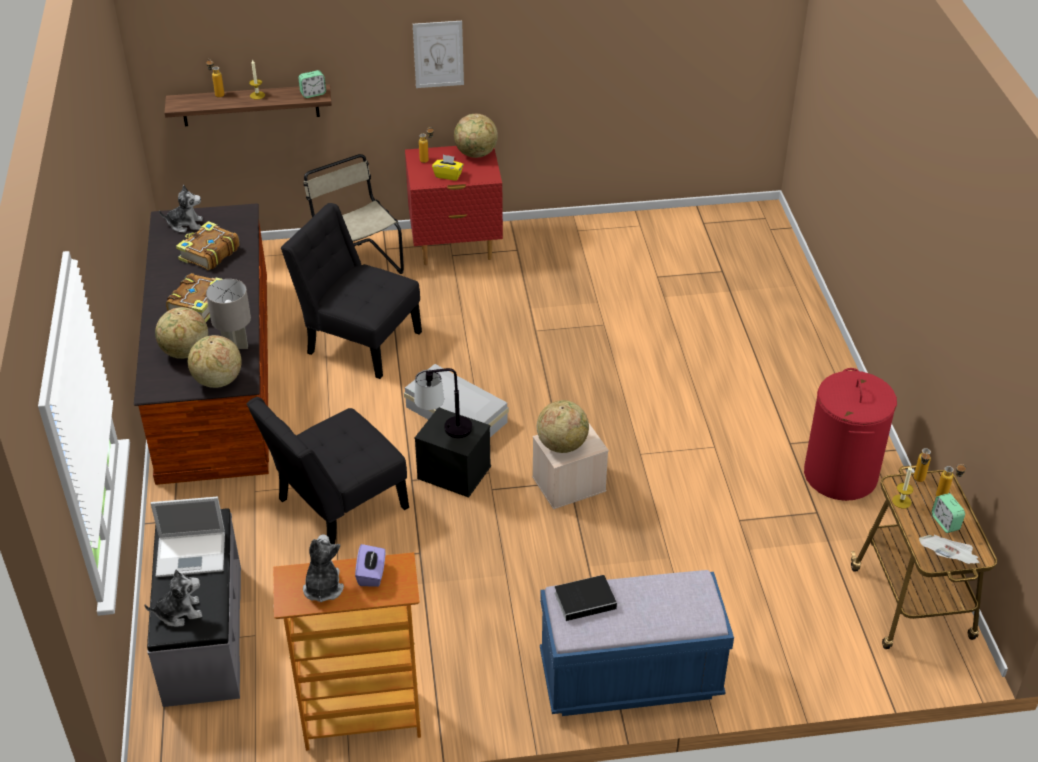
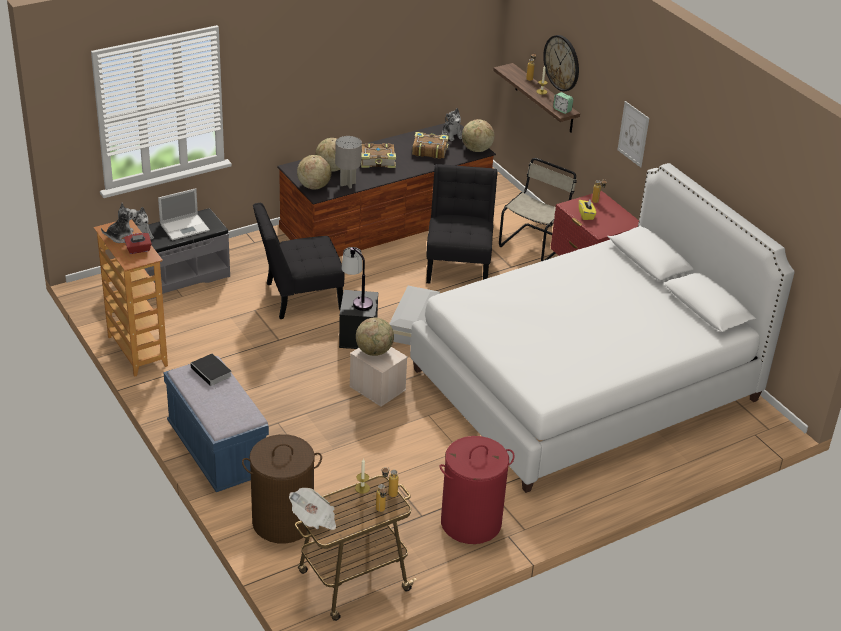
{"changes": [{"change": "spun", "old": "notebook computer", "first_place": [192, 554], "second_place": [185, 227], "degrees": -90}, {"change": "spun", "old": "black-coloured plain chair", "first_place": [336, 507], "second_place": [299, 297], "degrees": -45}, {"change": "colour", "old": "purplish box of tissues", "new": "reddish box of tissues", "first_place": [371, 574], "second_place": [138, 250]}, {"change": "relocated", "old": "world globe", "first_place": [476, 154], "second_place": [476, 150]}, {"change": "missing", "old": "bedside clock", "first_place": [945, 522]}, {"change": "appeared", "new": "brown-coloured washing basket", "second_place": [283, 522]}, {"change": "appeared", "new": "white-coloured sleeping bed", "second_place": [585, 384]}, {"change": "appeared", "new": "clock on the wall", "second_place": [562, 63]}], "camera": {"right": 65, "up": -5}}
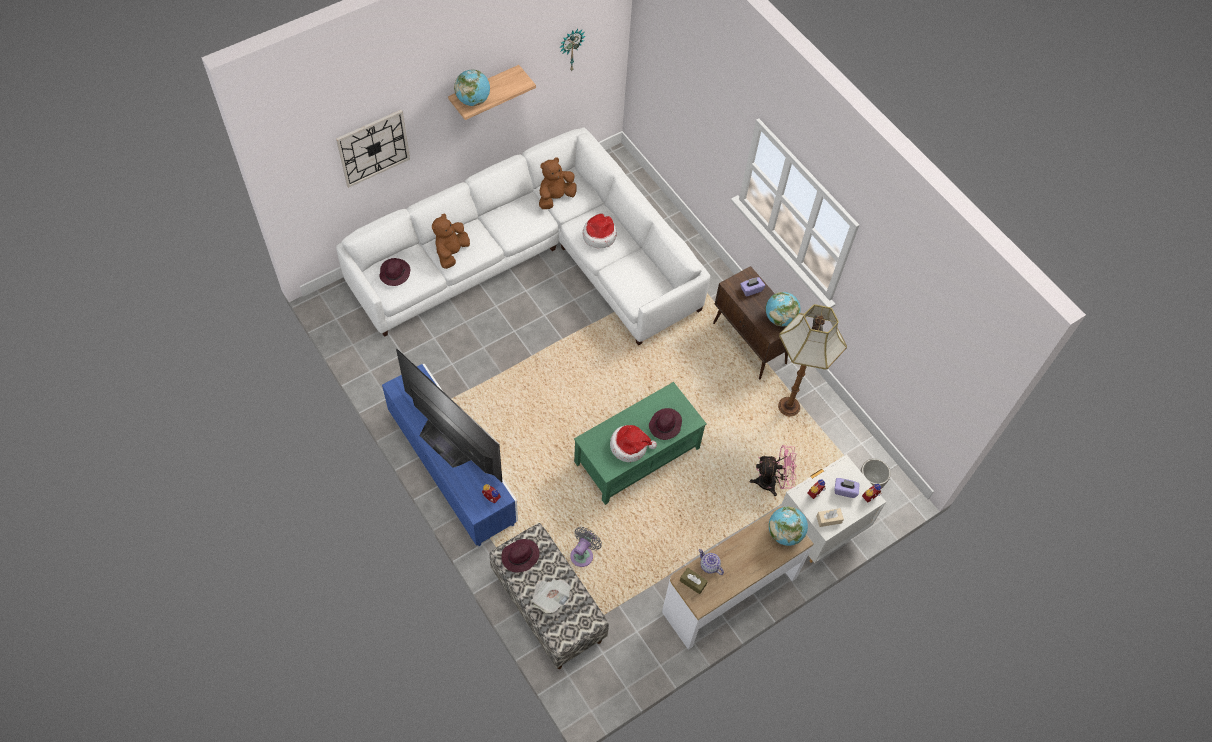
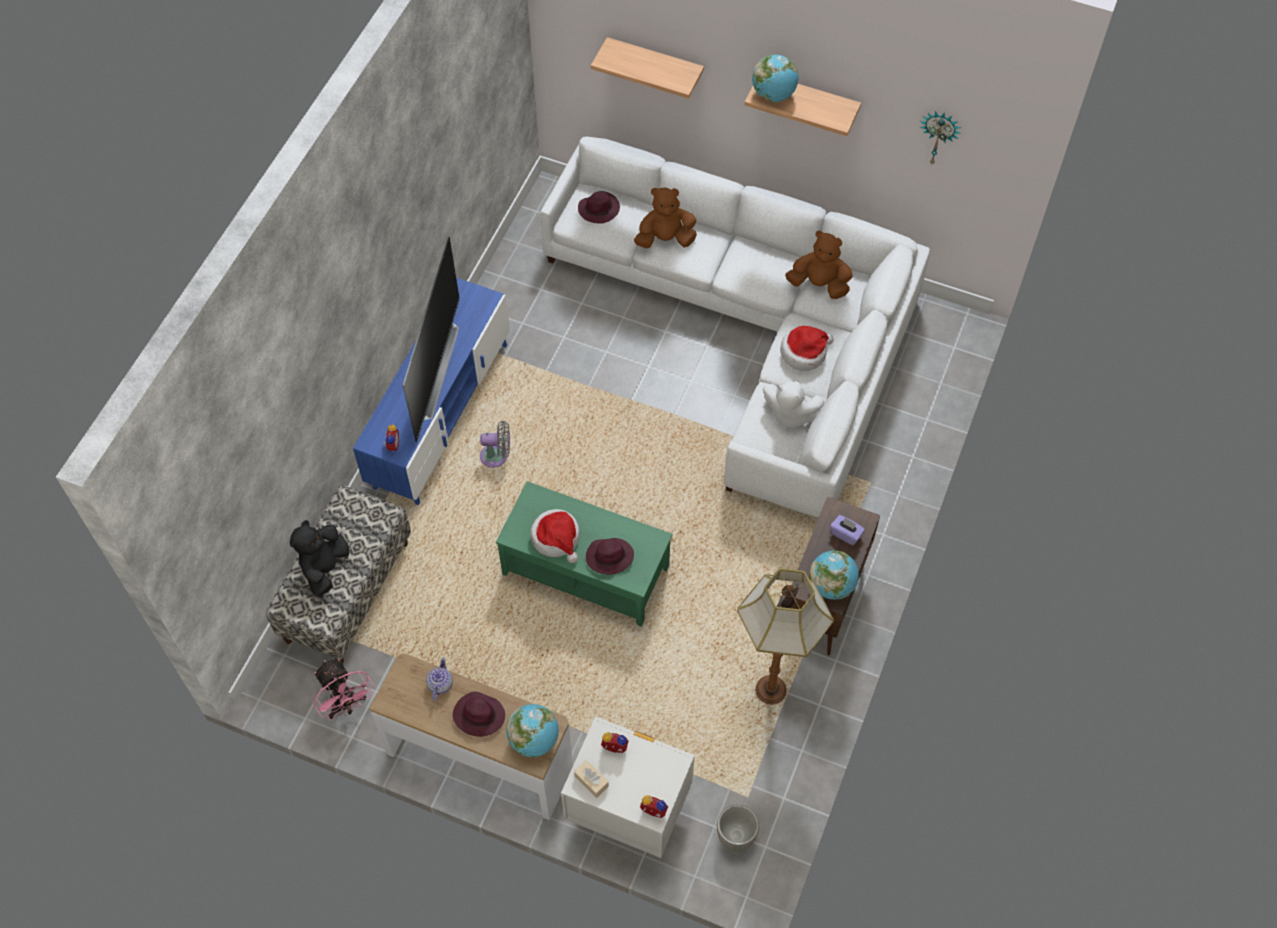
{"changes": [{"change": "exchanged", "old": "clock on the wall", "new": "bracket shelf", "first_place": [373, 148], "second_place": [655, 64]}, {"change": "relocated", "old": "purplish wearable hat", "first_place": [520, 557], "second_place": [478, 715]}, {"change": "exchanged", "old": "newspaper", "new": "black-coloured cuddly toy", "first_place": [550, 597], "second_place": [324, 568]}, {"change": "relocated", "old": "grey cooling fan", "first_place": [583, 554], "second_place": [497, 456]}, {"change": "missing", "old": "brown-coloured box of tissues", "first_place": [693, 582]}, {"change": "relocated", "old": "pink-coloured cooling fan", "first_place": [772, 482], "second_place": [346, 705]}, {"change": "missing", "old": "purplish box of tissues", "first_place": [844, 490]}, {"change": "appeared", "new": "white-coloured cuddly toy", "second_place": [791, 414]}], "camera": {"right": 60, "up": 0}}
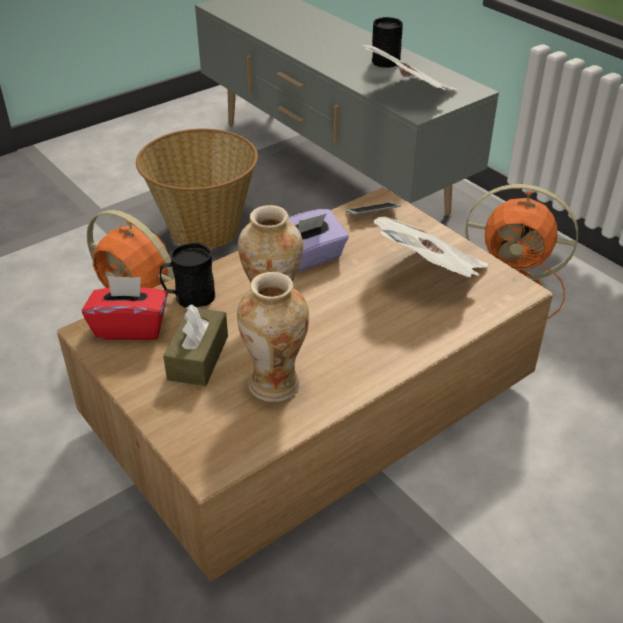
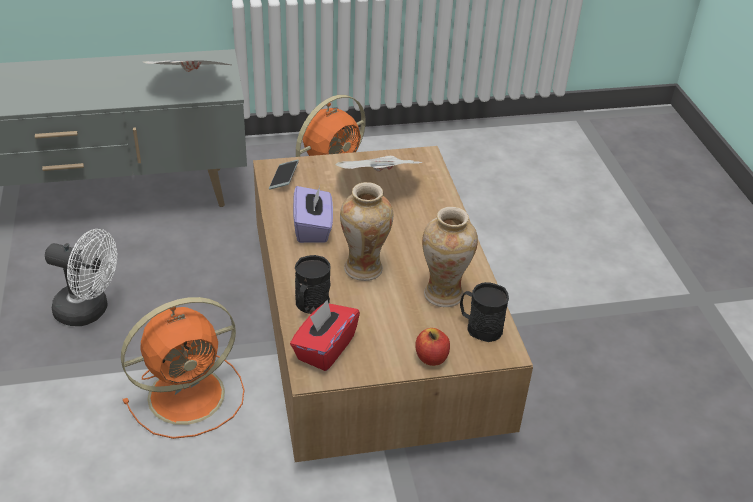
{"changes": [{"change": "exchanged", "old": "household basket", "new": "white-coloured cooling fan", "first_place": [204, 228], "second_place": [89, 311]}, {"change": "missing", "old": "brown-coloured box of tissues", "first_place": [198, 357]}, {"change": "relocated", "old": "black-coloured mug", "first_place": [385, 59], "second_place": [479, 327]}, {"change": "appeared", "new": "apple fruit", "second_place": [431, 358]}], "camera": {"right": -65, "up": 0}}
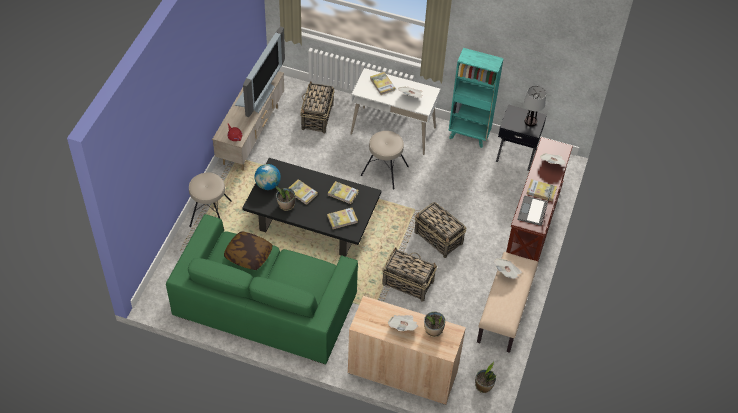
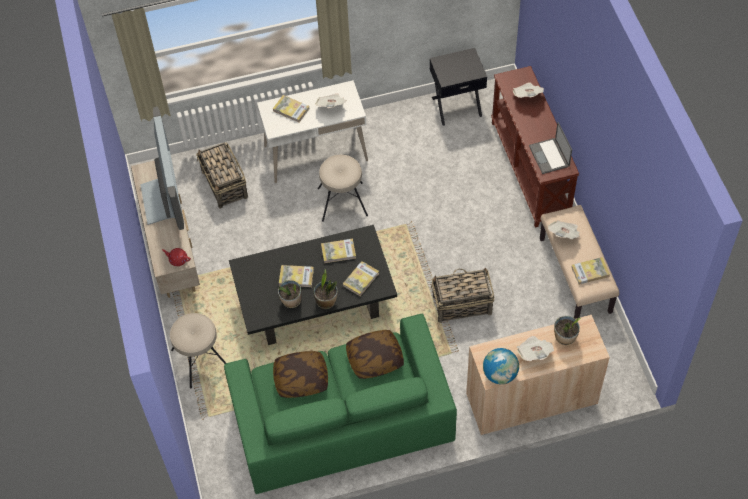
{"changes": [{"change": "relocated", "old": "world globe", "first_place": [268, 185], "second_place": [500, 374]}, {"change": "missing", "old": "household basket", "first_place": [438, 238]}, {"change": "missing", "old": "turquoise bookcase", "first_place": [469, 136]}, {"change": "relocated", "old": "houseplant", "first_place": [483, 386], "second_place": [326, 301]}, {"change": "missing", "old": "lamp for a table", "first_place": [530, 121]}, {"change": "relocated", "old": "bound book", "first_place": [541, 191], "second_place": [590, 272]}, {"change": "appeared", "new": "throw pillow", "second_place": [374, 359]}], "camera": {"right": -30, "up": 5}}
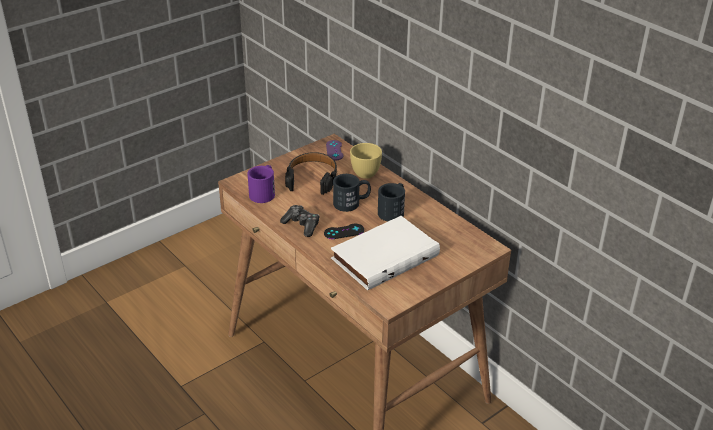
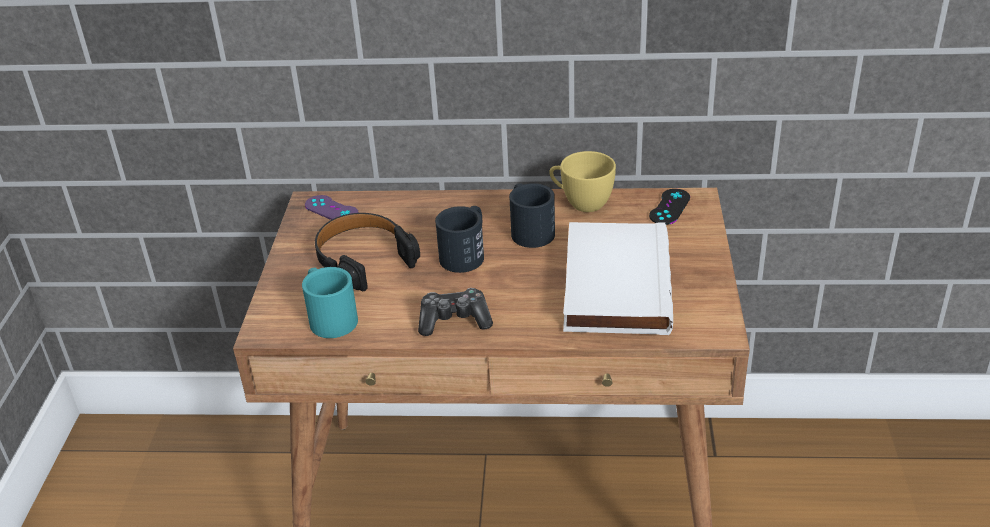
{"changes": [{"change": "colour", "old": "purplish mug", "new": "turquoise mug", "first_place": [264, 192], "second_place": [329, 316]}, {"change": "relocated", "old": "black-coloured game controller", "first_place": [344, 231], "second_place": [669, 207]}, {"change": "relocated", "old": "yellow small cup", "first_place": [364, 171], "second_place": [581, 203]}], "camera": {"right": -45, "up": 0}}
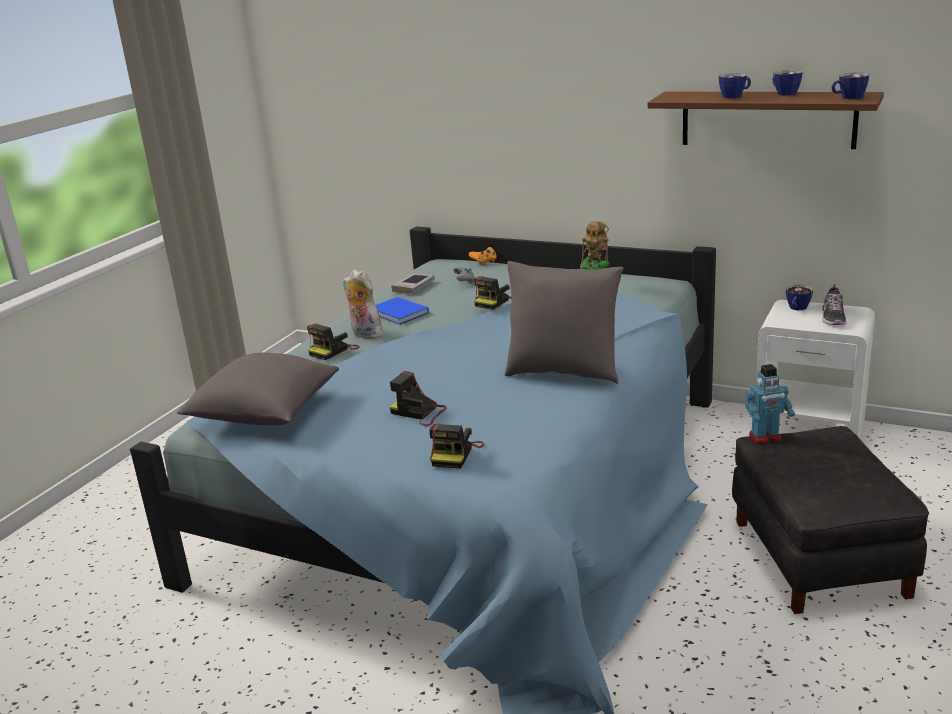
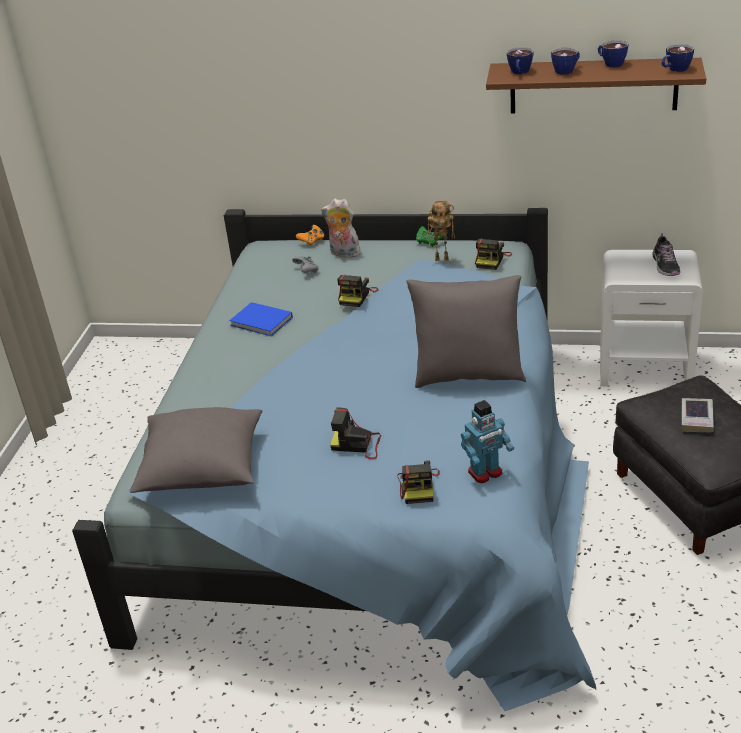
{"changes": [{"change": "relocated", "old": "still camera", "first_place": [333, 351], "second_place": [492, 260]}, {"change": "relocated", "old": "cuddly toy", "first_place": [364, 334], "second_place": [343, 254]}, {"change": "relocated", "old": "bound book", "first_place": [413, 287], "second_place": [697, 418]}, {"change": "relocated", "old": "robot figure", "first_place": [765, 438], "second_place": [485, 473]}, {"change": "relocated", "old": "small cup", "first_place": [797, 309], "second_place": [519, 73]}], "camera": {"right": -15, "up": 10}}
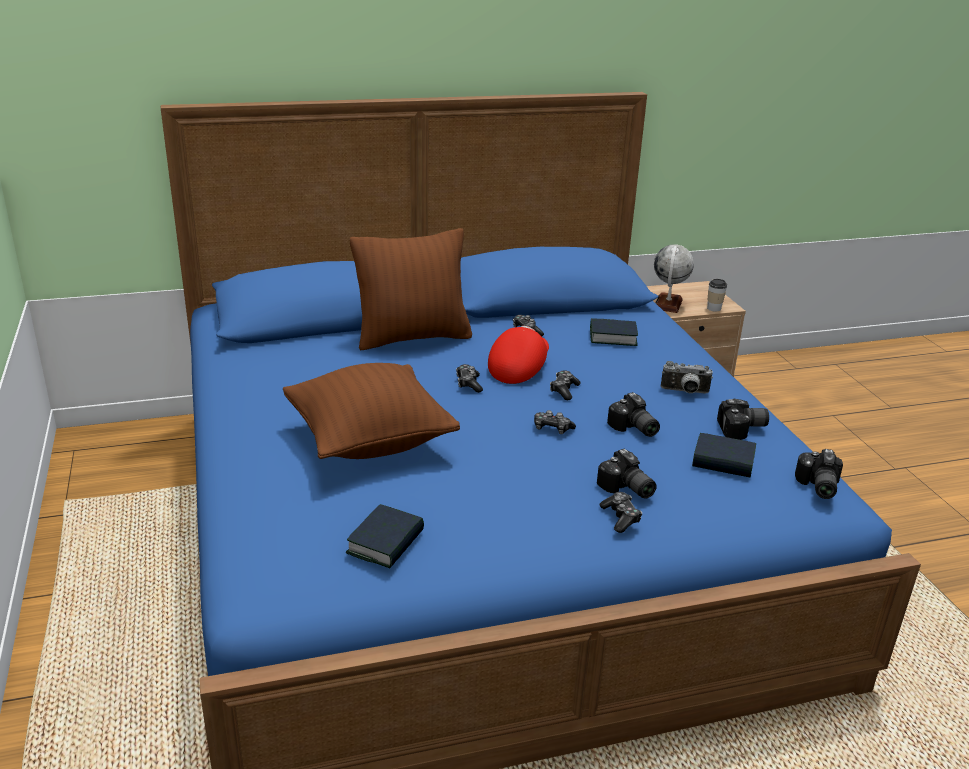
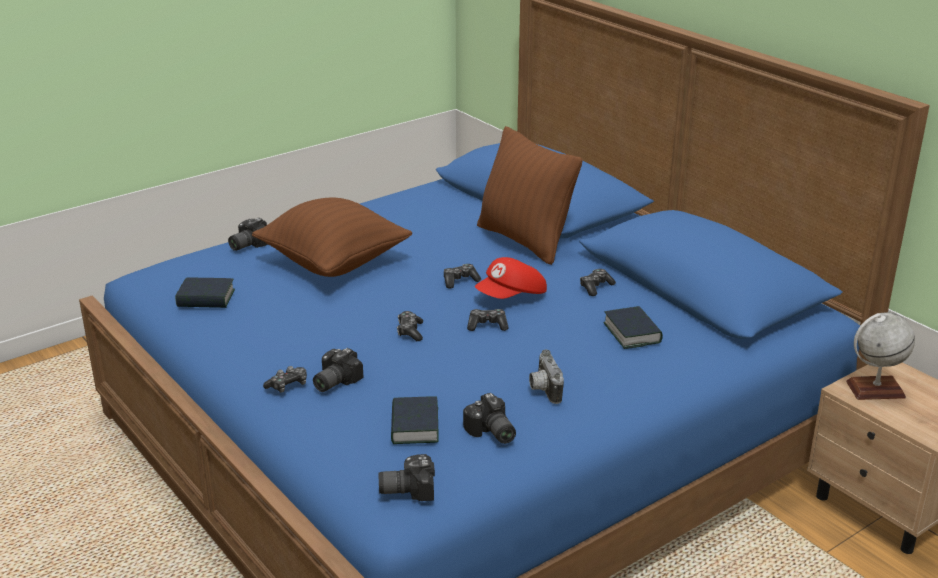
{"changes": [{"change": "spun", "old": "reddish baseball cap", "first_place": [518, 368], "second_place": [512, 297], "degrees": 135}, {"change": "relocated", "old": "still camera", "first_place": [633, 428], "second_place": [246, 244]}, {"change": "missing", "old": "small cup", "first_place": [714, 308]}], "camera": {"right": 70, "up": 0}}
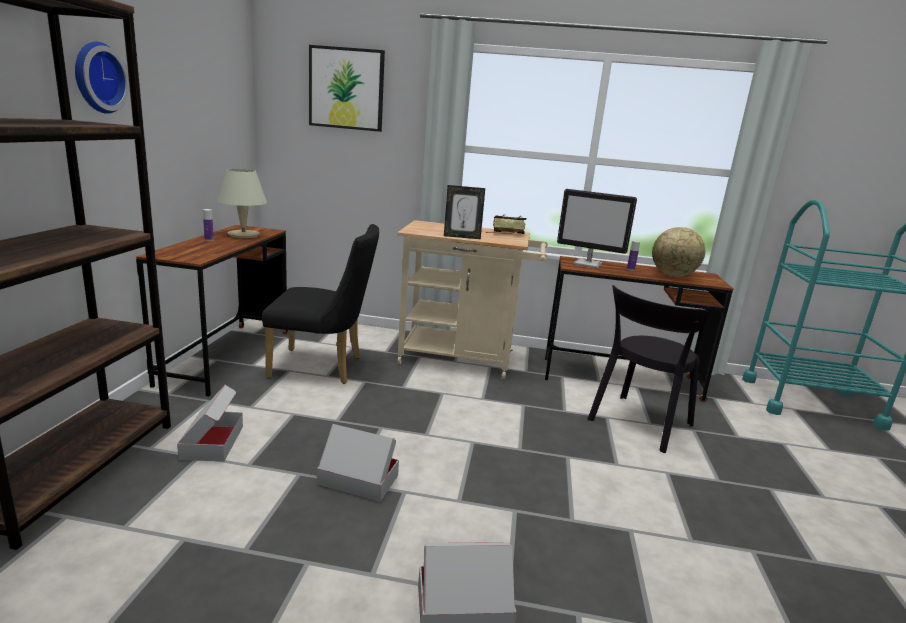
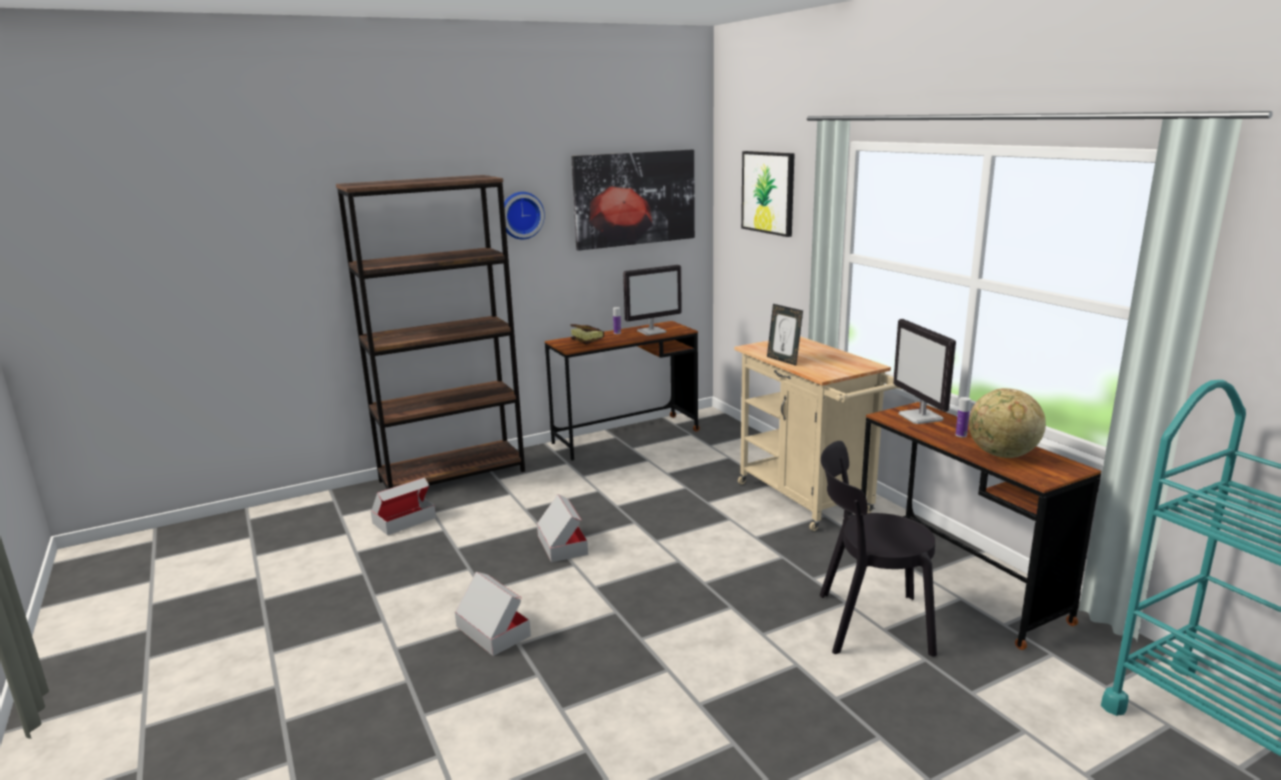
{"changes": [{"change": "relocated", "old": "packing box", "first_place": [212, 442], "second_place": [404, 520]}, {"change": "exchanged", "old": "sand-coloured lamp for a table", "new": "monitor", "first_place": [243, 235], "second_place": [652, 331]}, {"change": "missing", "old": "black-coloured plain chair", "first_place": [323, 367]}, {"change": "relocated", "old": "bound book", "first_place": [504, 233], "second_place": [585, 342]}, {"change": "appeared", "new": "picture", "second_place": [634, 198]}], "camera": {"right": 55, "up": 0}}
